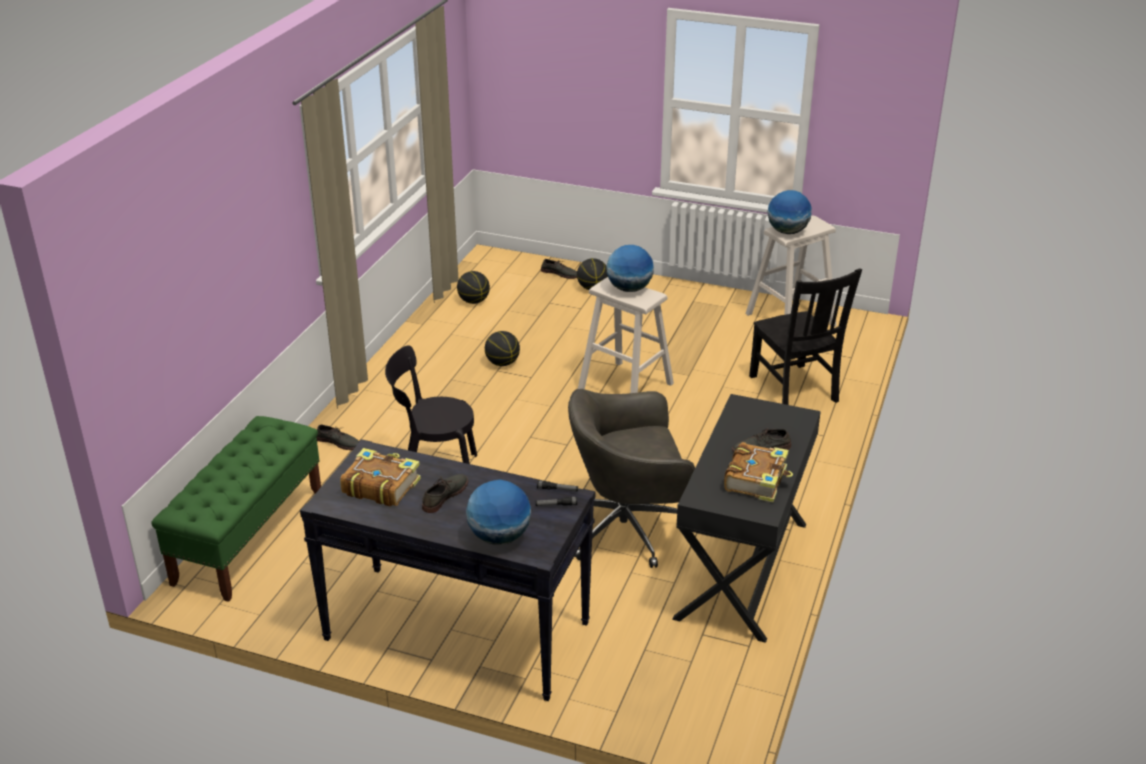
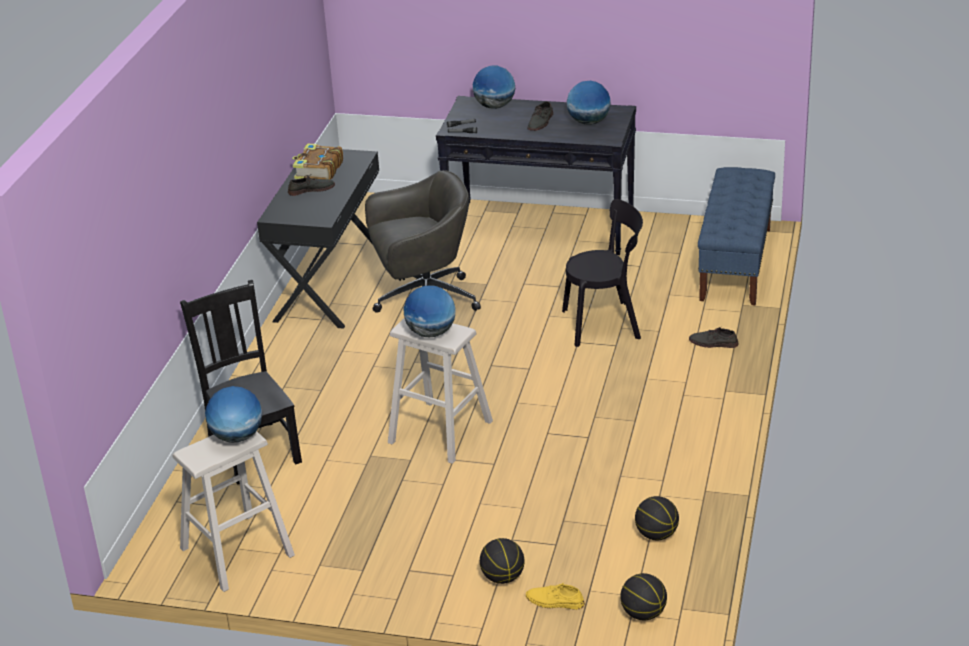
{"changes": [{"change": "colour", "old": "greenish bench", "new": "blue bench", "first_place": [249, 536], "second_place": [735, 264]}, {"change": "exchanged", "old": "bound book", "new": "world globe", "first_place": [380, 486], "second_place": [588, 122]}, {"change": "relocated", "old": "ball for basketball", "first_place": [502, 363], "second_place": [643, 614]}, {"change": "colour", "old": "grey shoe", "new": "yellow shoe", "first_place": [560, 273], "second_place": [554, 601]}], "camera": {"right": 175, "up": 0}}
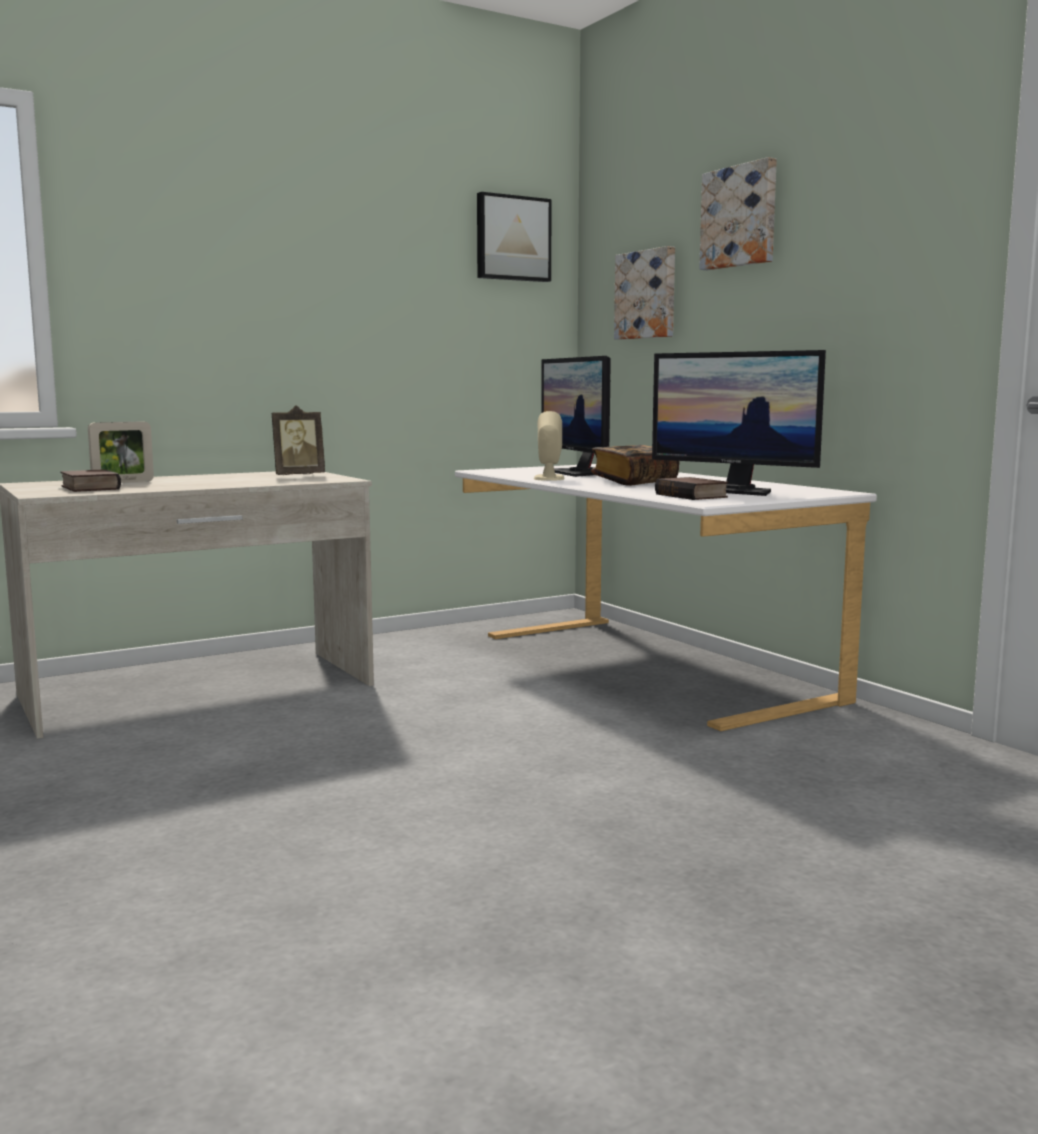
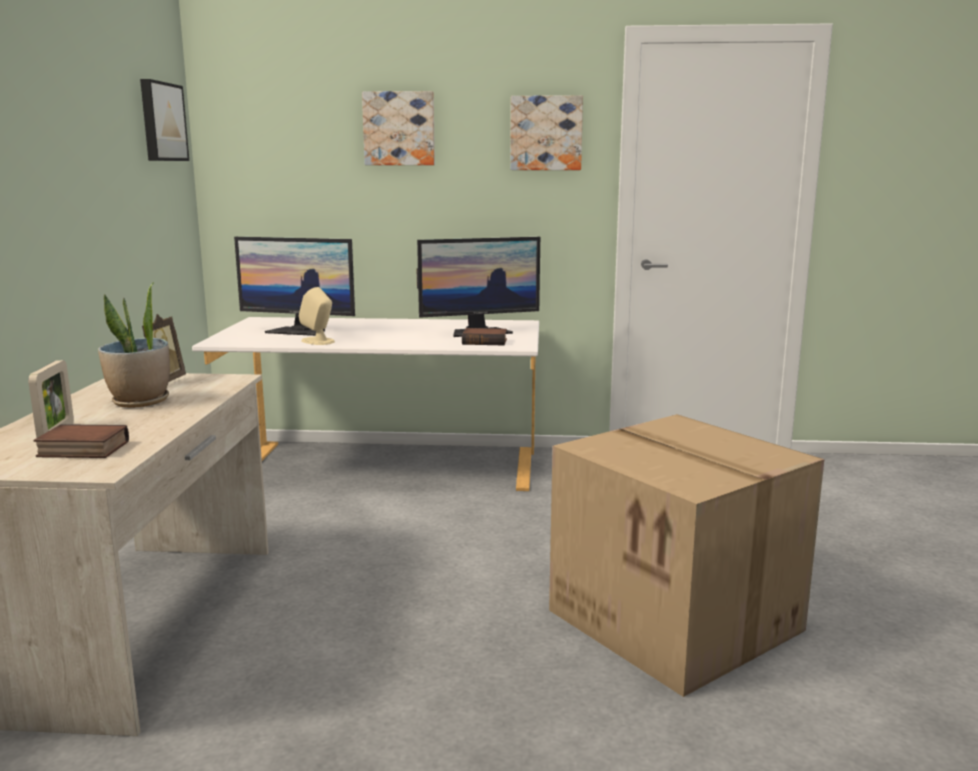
{"changes": [{"change": "missing", "old": "bound book", "first_place": [634, 482]}, {"change": "relocated", "old": "picture", "first_place": [647, 295], "second_place": [546, 133]}, {"change": "appeared", "new": "houseplant", "second_place": [140, 402]}, {"change": "appeared", "new": "packing box", "second_place": [678, 620]}], "camera": {"right": -55, "up": 5}}
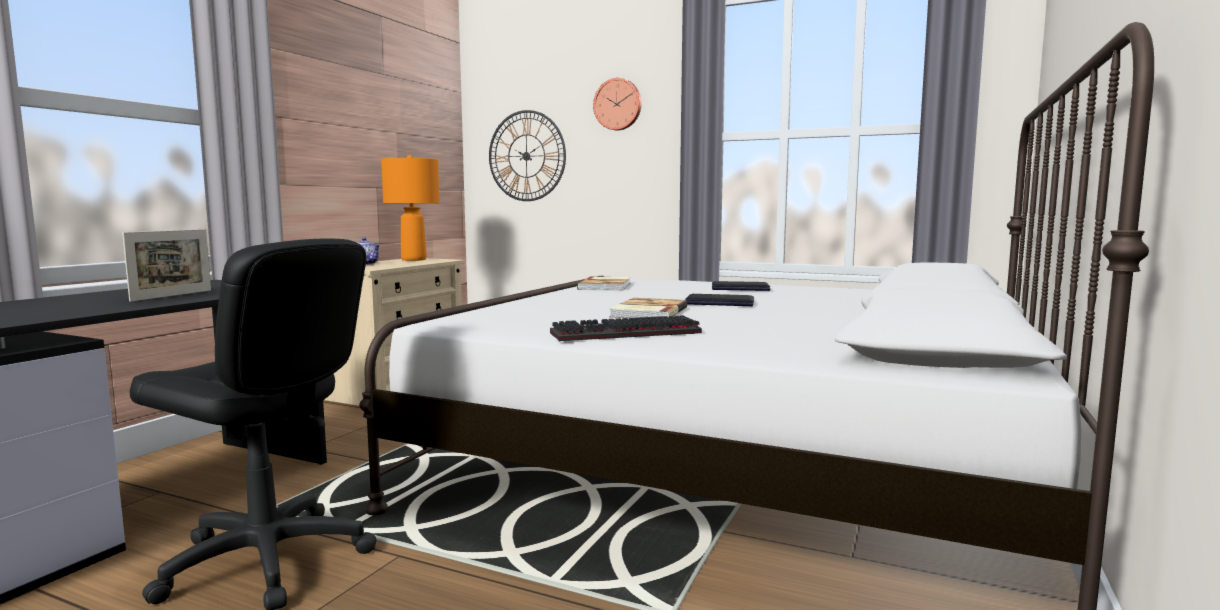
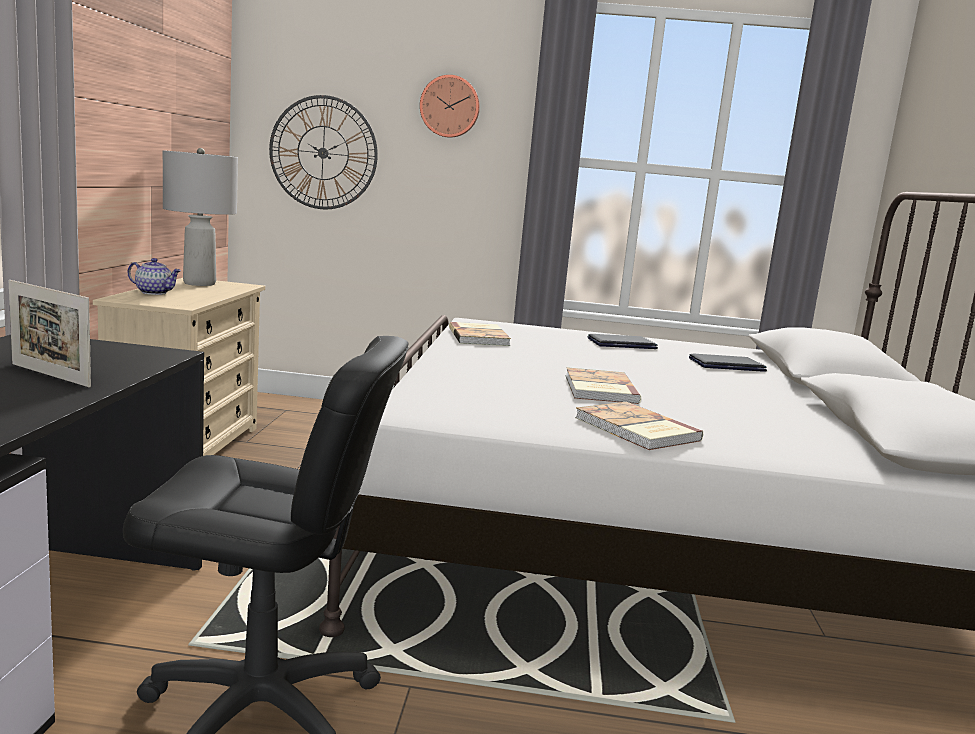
{"changes": [{"change": "spun", "old": "picture frame", "first_place": [172, 295], "second_place": [50, 375], "degrees": 120}, {"change": "colour", "old": "orange lamp for a table", "new": "grey lamp for a table", "first_place": [413, 259], "second_place": [199, 283]}, {"change": "exchanged", "old": "PC keyboard", "new": "bound book", "first_place": [624, 334], "second_place": [636, 429]}, {"change": "relocated", "old": "notebook computer", "first_place": [720, 302], "second_place": [726, 365]}], "camera": {"right": -20, "up": 5}}
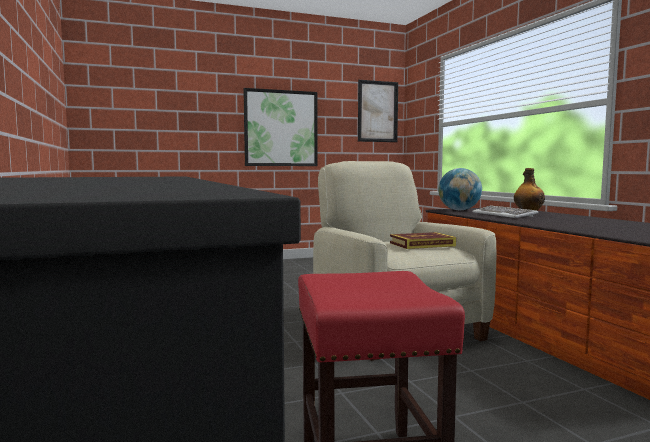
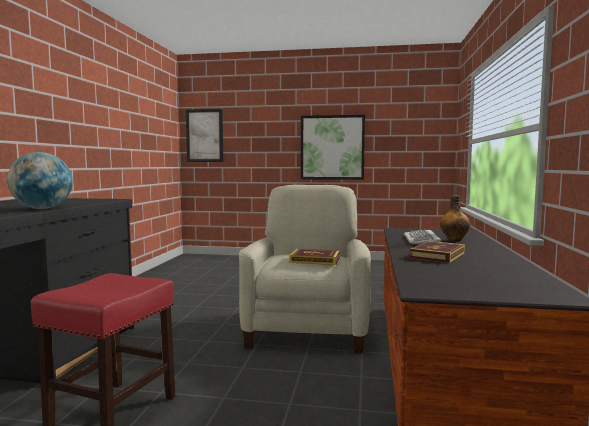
{"changes": [{"change": "relocated", "old": "picture", "first_place": [377, 111], "second_place": [204, 135]}, {"change": "relocated", "old": "world globe", "first_place": [459, 210], "second_place": [42, 209]}, {"change": "appeared", "new": "bound book", "second_place": [437, 255]}], "camera": {"right": 30, "up": 0}}
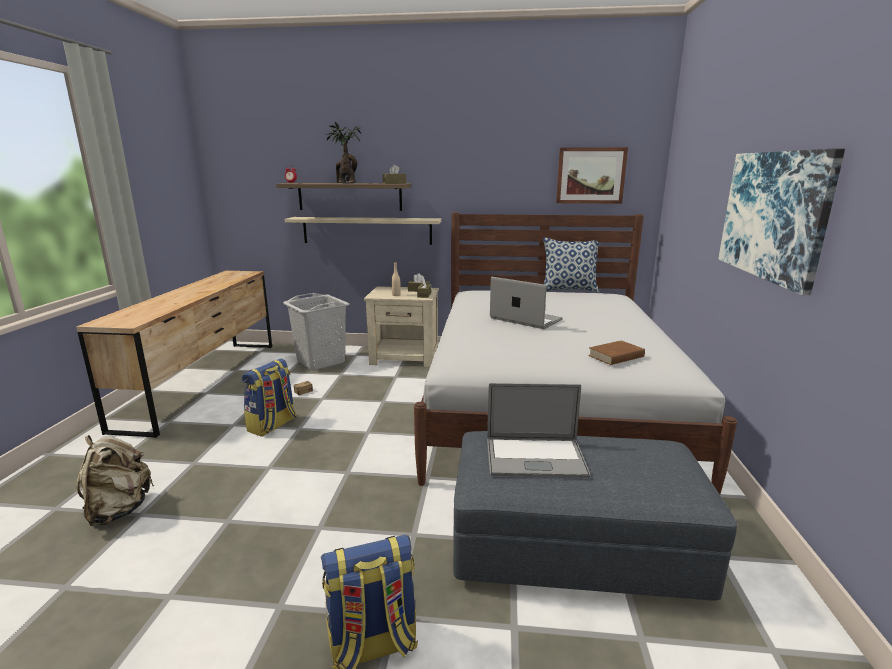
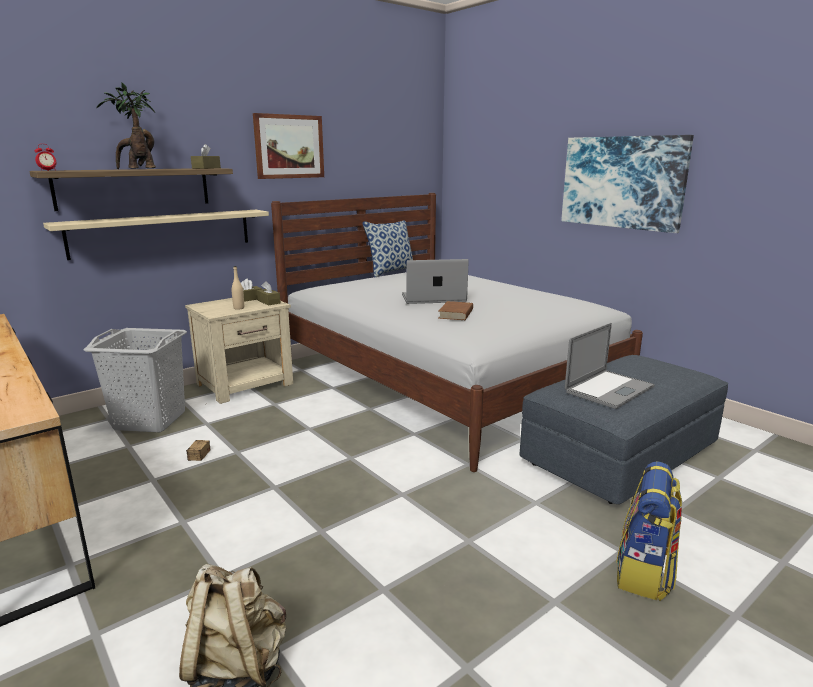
{"changes": [{"change": "missing", "old": "knapsack", "first_place": [272, 425]}, {"change": "relocated", "old": "picture", "first_place": [590, 175], "second_place": [289, 146]}, {"change": "relocated", "old": "brown-coloured bound book", "first_place": [616, 356], "second_place": [456, 314]}], "camera": {"right": -45, "up": 0}}
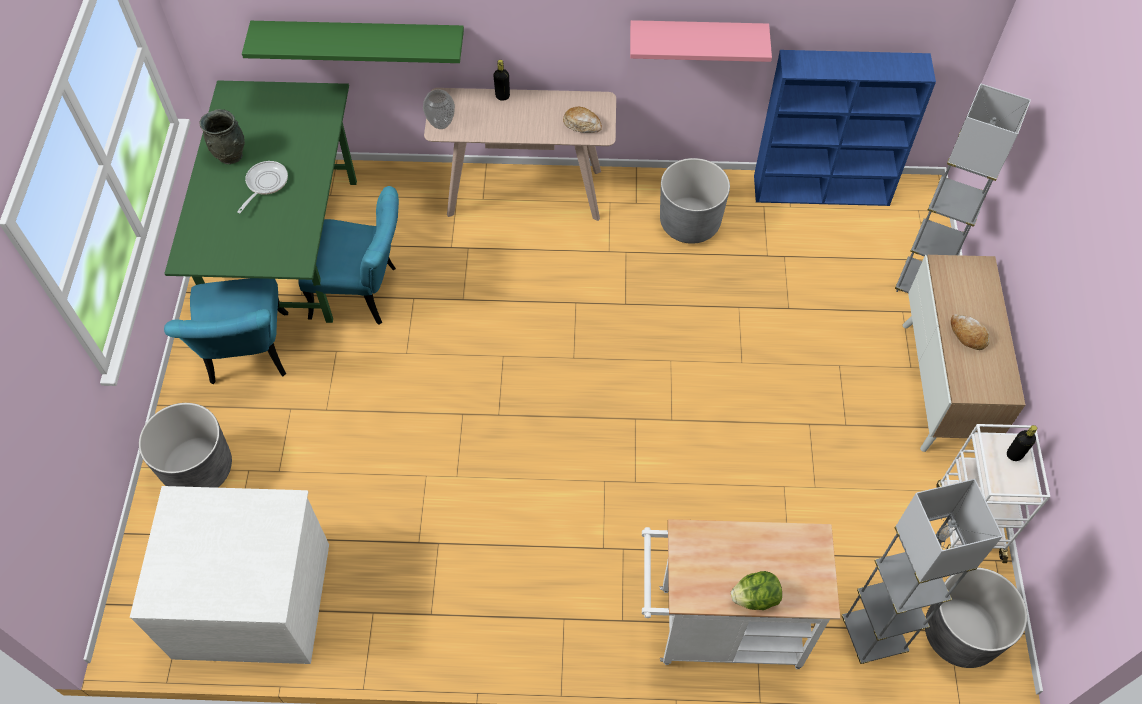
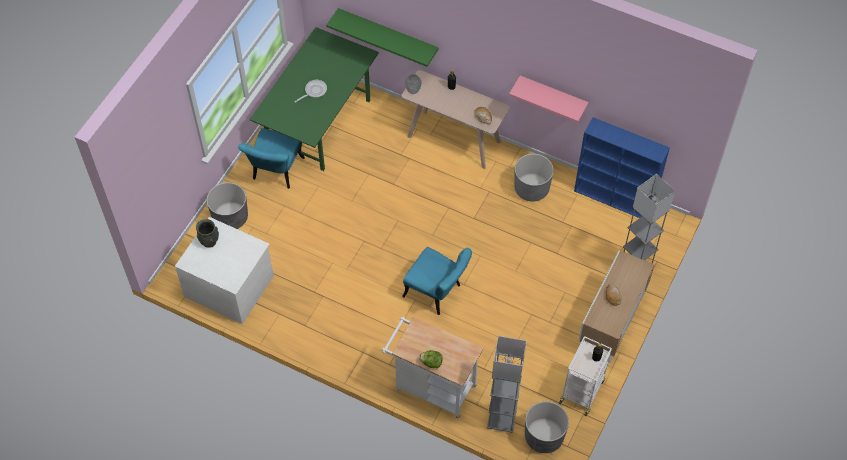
{"changes": [{"change": "relocated", "old": "grey flower vase", "first_place": [231, 155], "second_place": [209, 241]}, {"change": "relocated", "old": "turquoise plain chair", "first_place": [363, 293], "second_place": [437, 293]}], "camera": {"right": 25, "up": 0}}
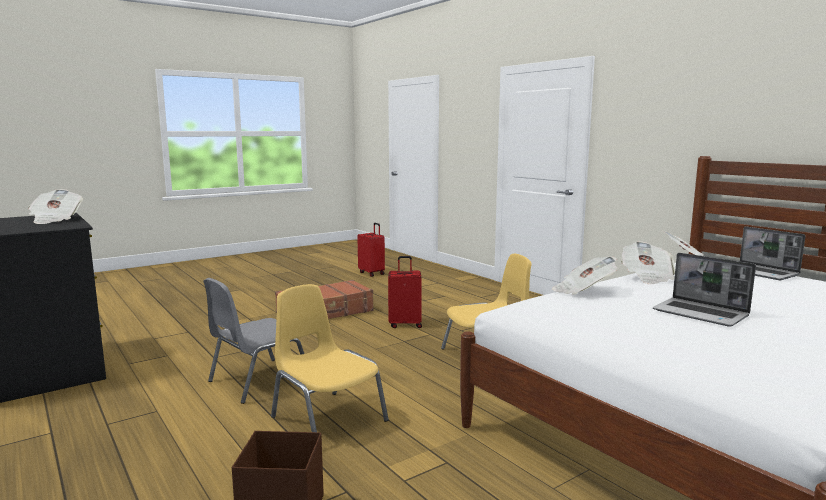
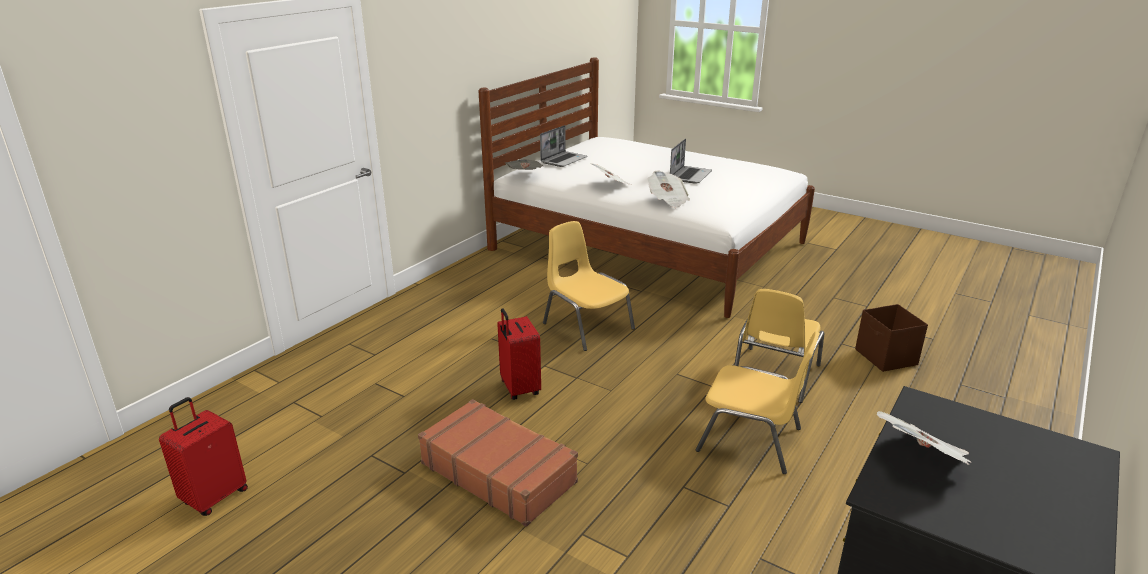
{"changes": [{"change": "colour", "old": "grey plain chair", "new": "yellow plain chair", "first_place": [258, 381], "second_place": [751, 440]}], "camera": {"right": -110, "up": 15}}
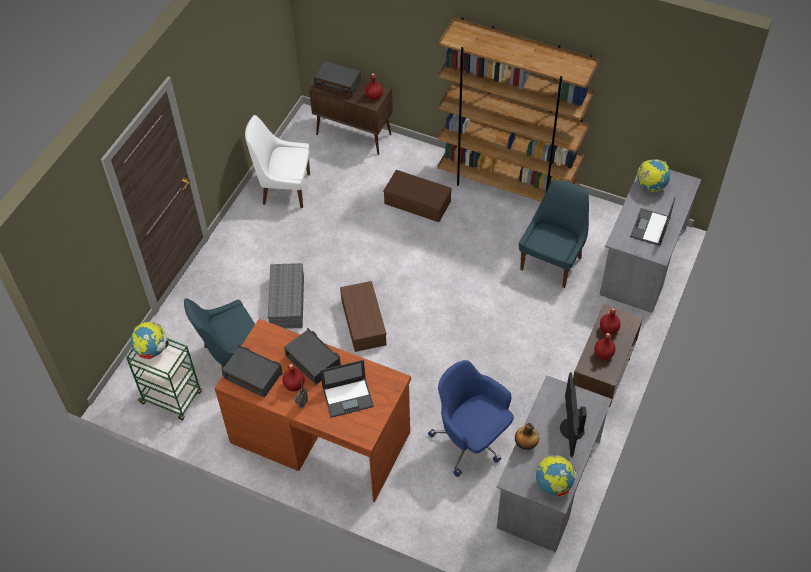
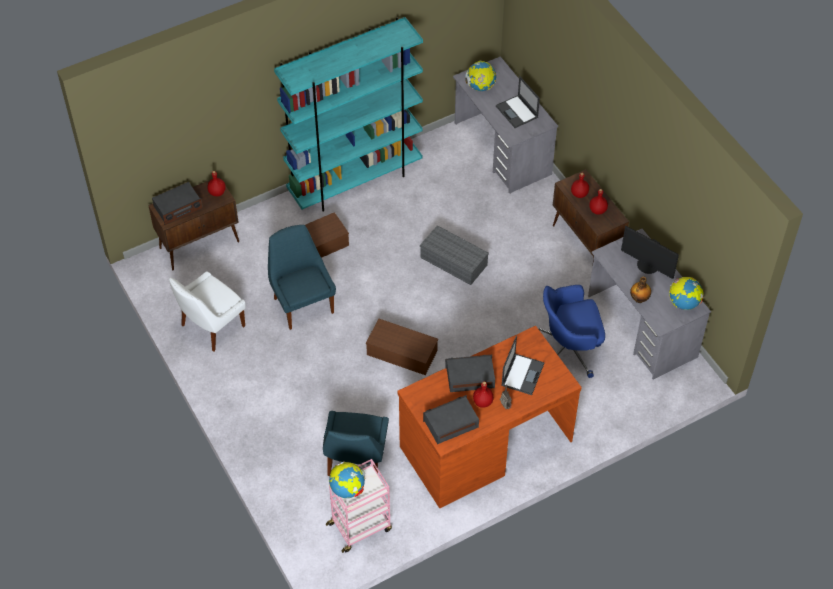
{"changes": [{"change": "colour", "old": "greenish cart", "new": "pink-coloured cart", "first_place": [172, 398], "second_place": [360, 526]}, {"change": "relocated", "old": "grey storage bin", "first_place": [288, 303], "second_place": [455, 261]}, {"change": "colour", "old": "brown-coloured bookcase", "new": "turquoise bookcase", "first_place": [507, 186], "second_place": [355, 181]}, {"change": "relocated", "old": "blue plain chair", "first_place": [552, 262], "second_place": [302, 303]}], "camera": {"right": -55, "up": 0}}
